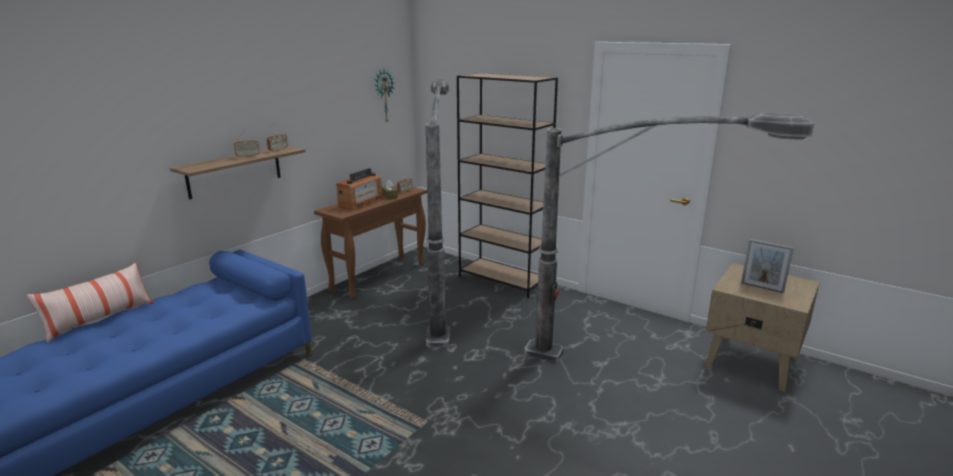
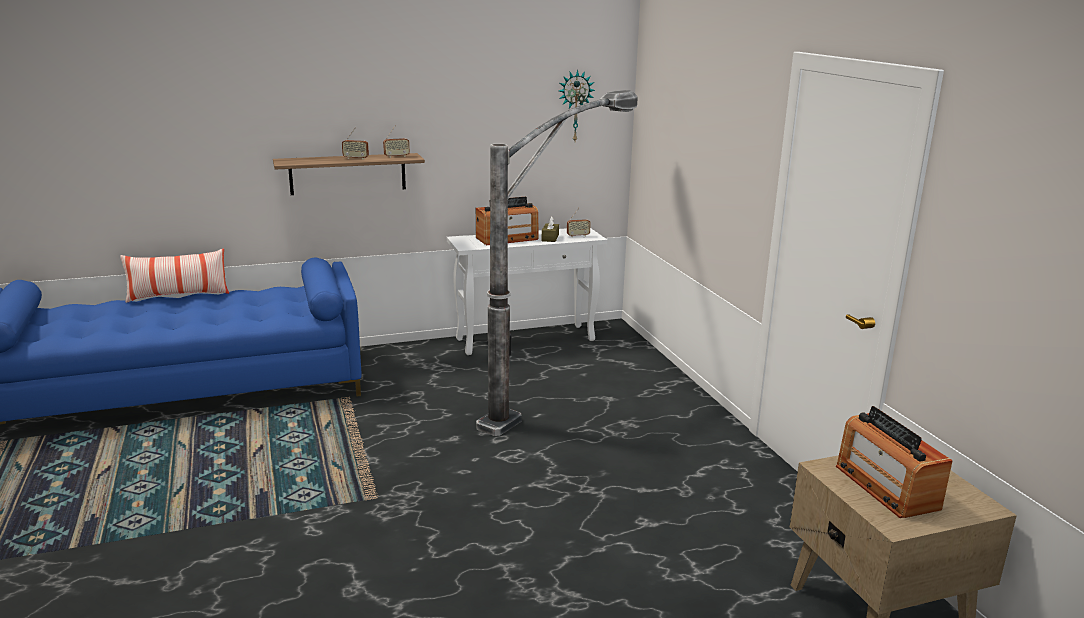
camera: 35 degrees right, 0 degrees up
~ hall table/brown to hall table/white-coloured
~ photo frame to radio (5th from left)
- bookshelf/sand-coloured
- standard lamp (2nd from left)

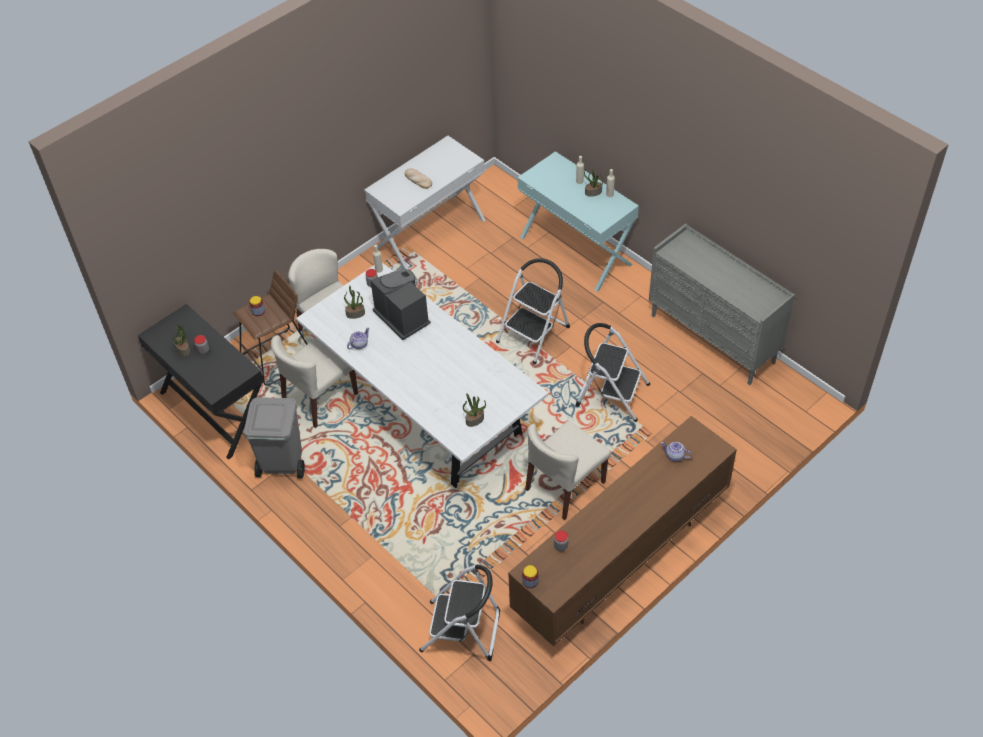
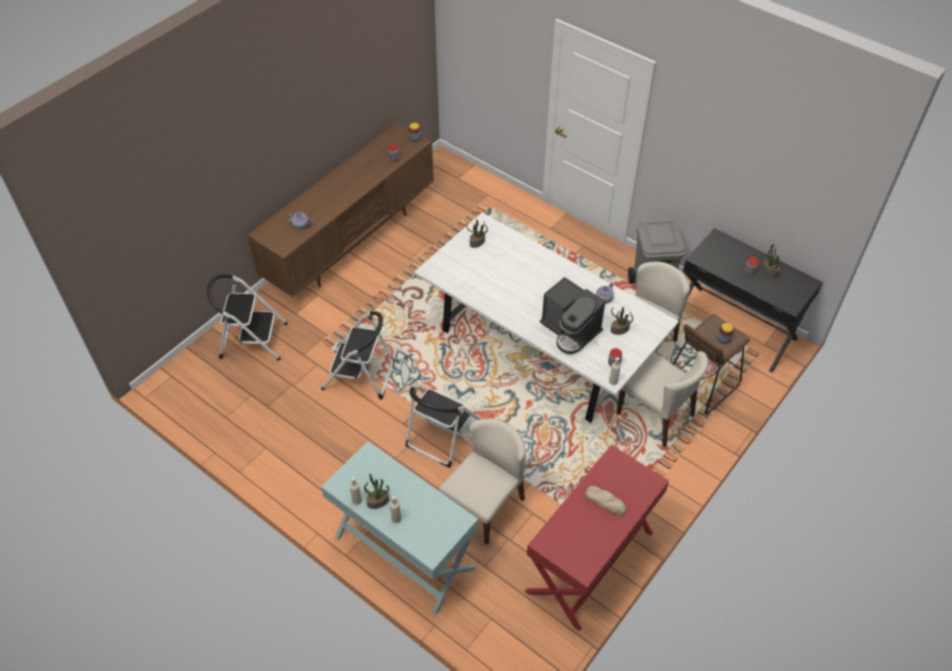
camera: 170 degrees right, 0 degrees up
~ stepladder (1st from left)
~ plain chair/sand-coloured (3rd from left in the first image) to plain chair/sand-coloured (1st from left)
~ hall table/white-coloured to hall table/red-coloured
- drawer chest/grey

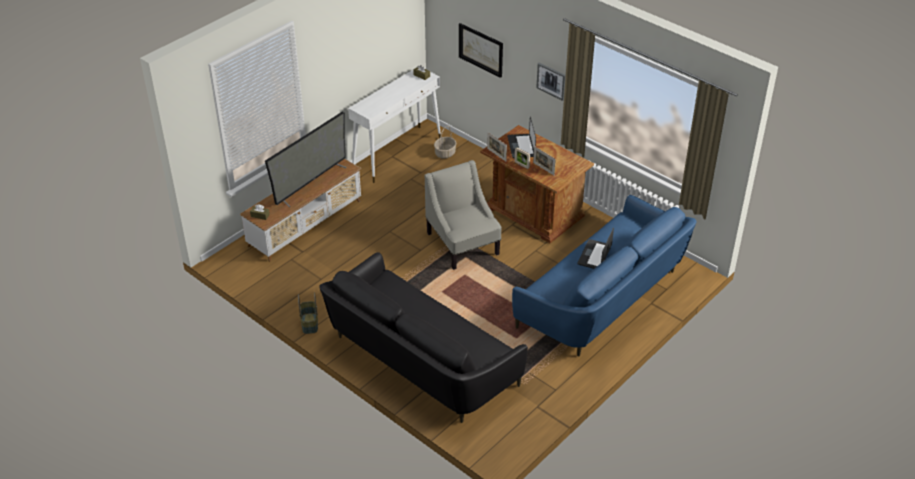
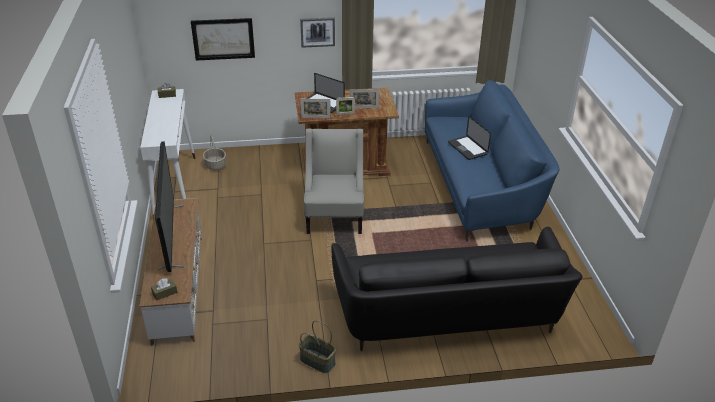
camera: 50 degrees left, 5 degrees down
~ lounge chair/grey 75 degrees clockwise

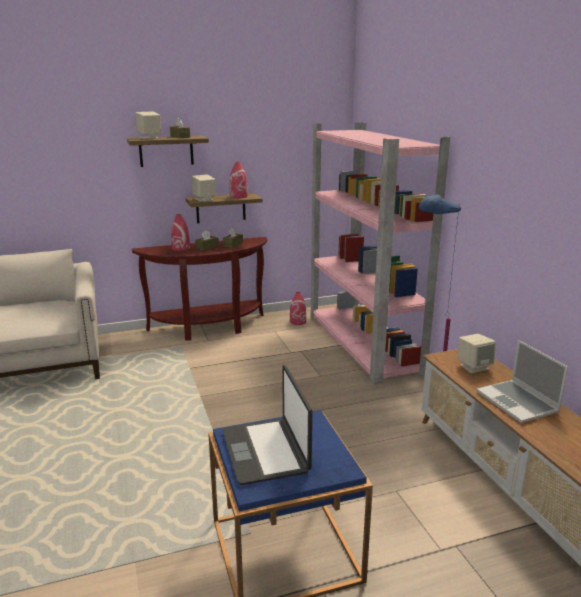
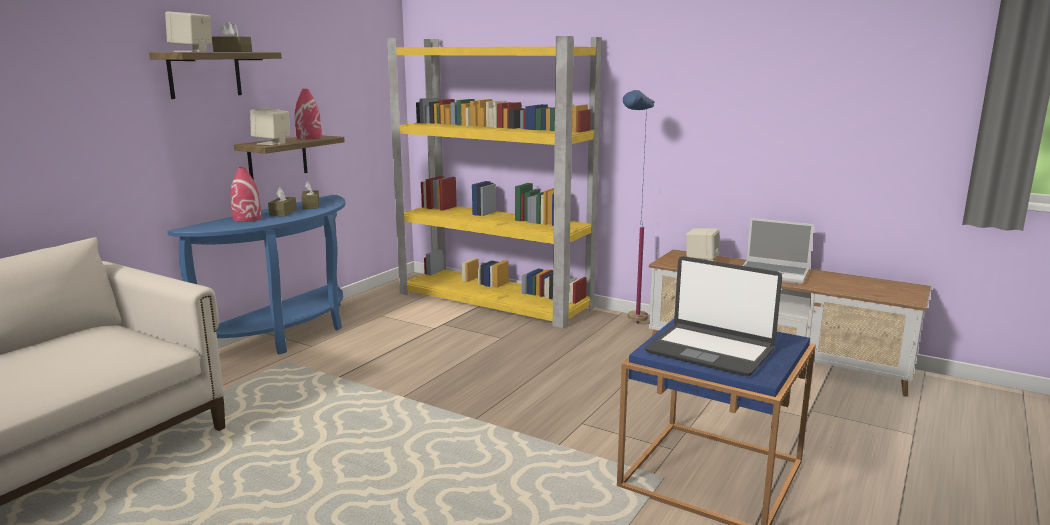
camera: 40 degrees left, 5 degrees down
~ hall table/brown to hall table/bluish
~ bookshelf/pinkish to bookshelf/yellowish
- decorative vase/red-coloured (3rd from left)

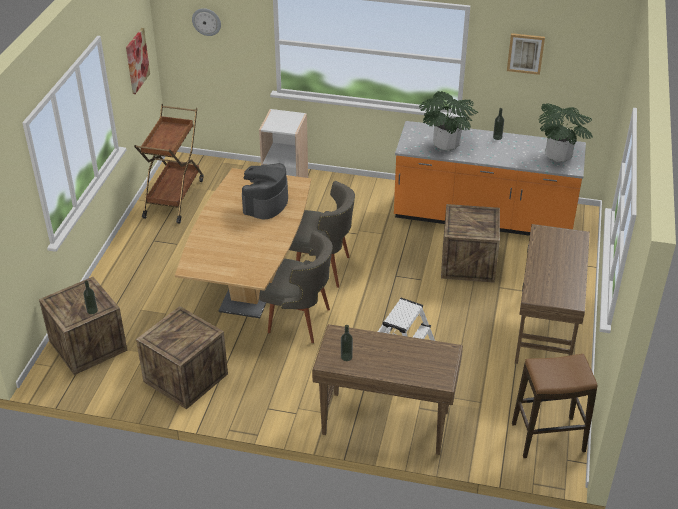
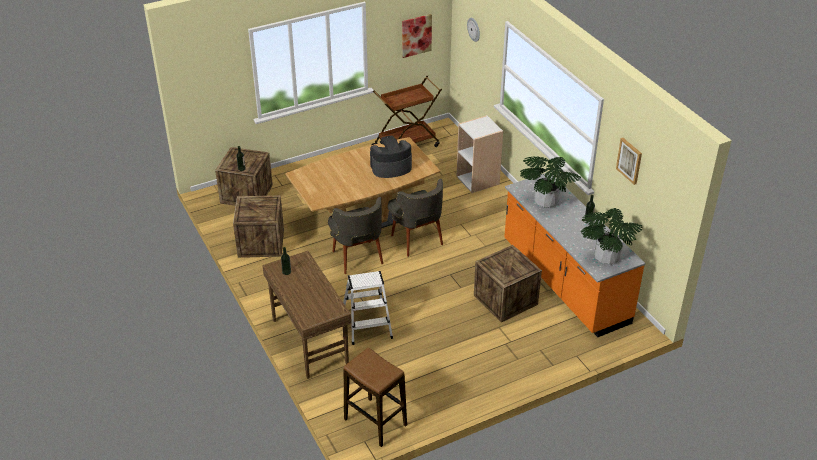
camera: 50 degrees right, 0 degrees up
- hall table/brown (2nd from left)

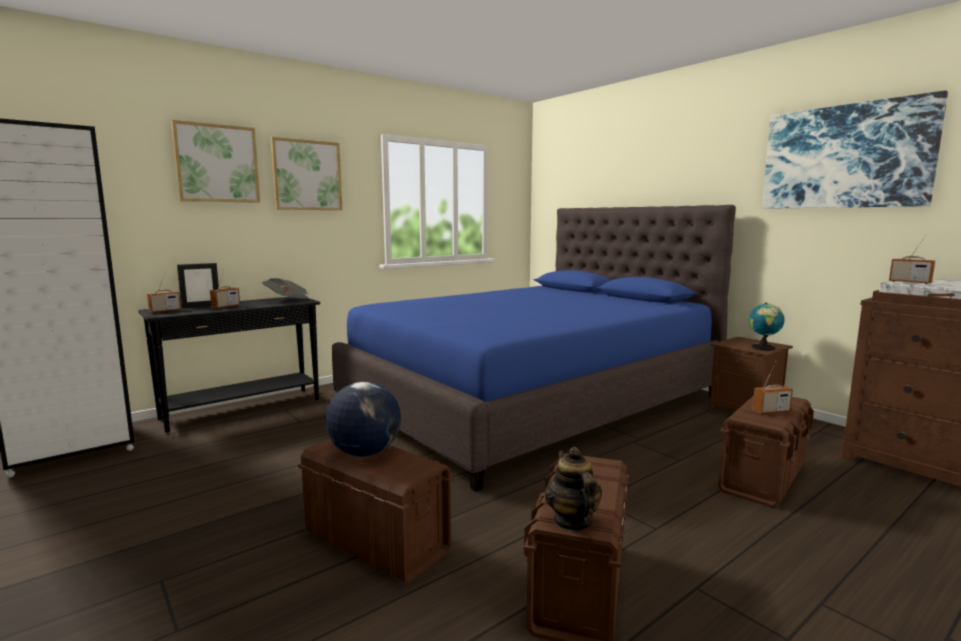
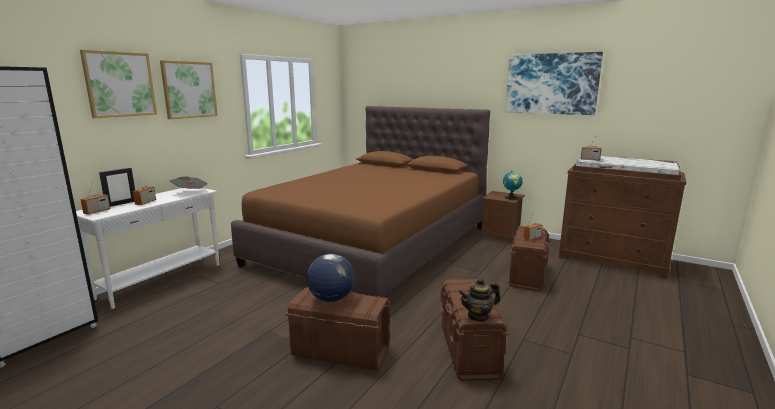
camera: 20 degrees left, 5 degrees up
~ hall table/black to hall table/white-coloured
~ bed/bluish to bed/brown
~ tea pot 75 degrees counterclockwise

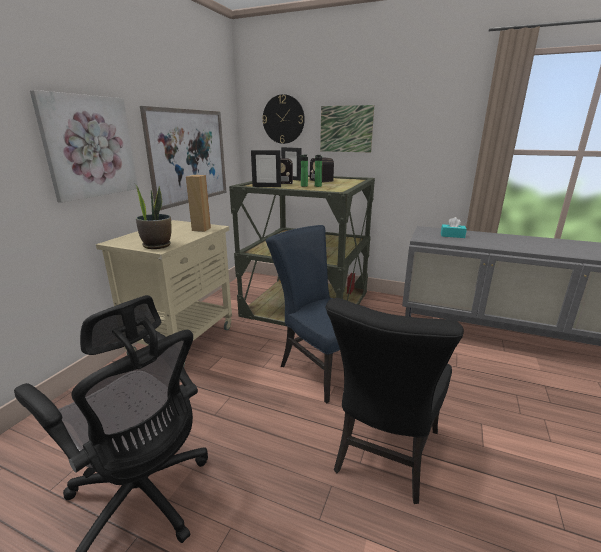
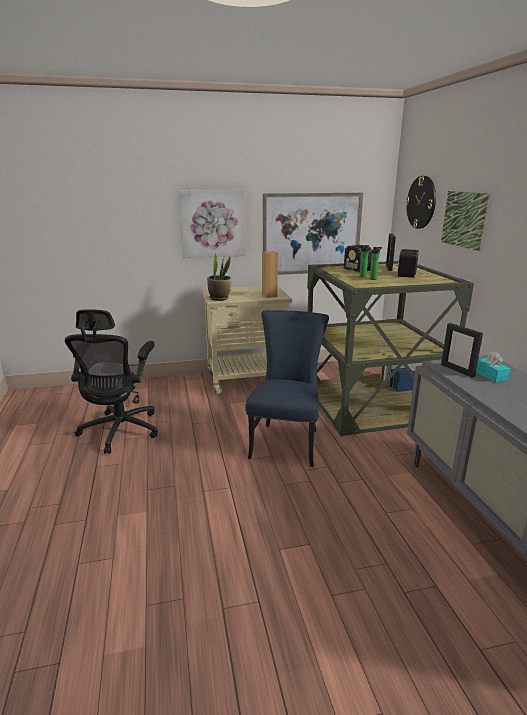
camera: 55 degrees right, 0 degrees up
~ photo frame (1st from left in the first image) to photo frame (2nd from left)
- plain chair/black

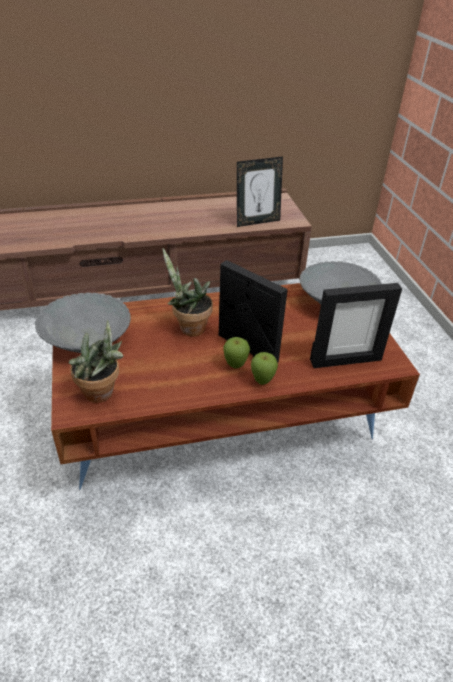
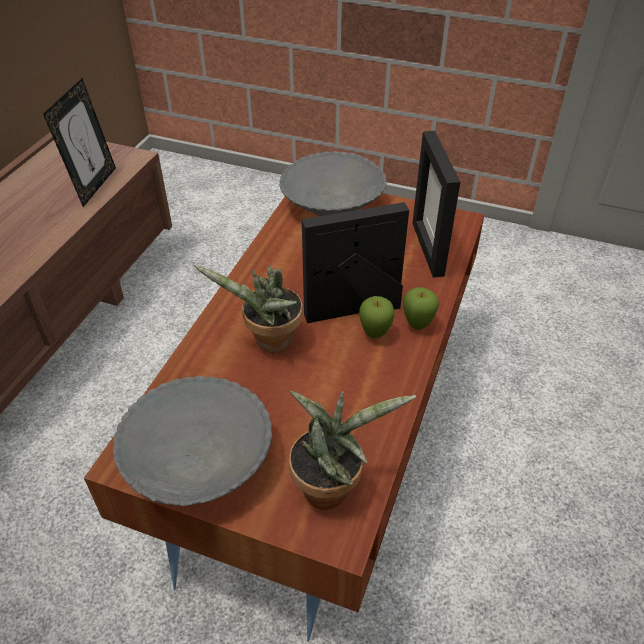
camera: 55 degrees left, 5 degrees up
~ photo frame (3rd from left) 150 degrees clockwise

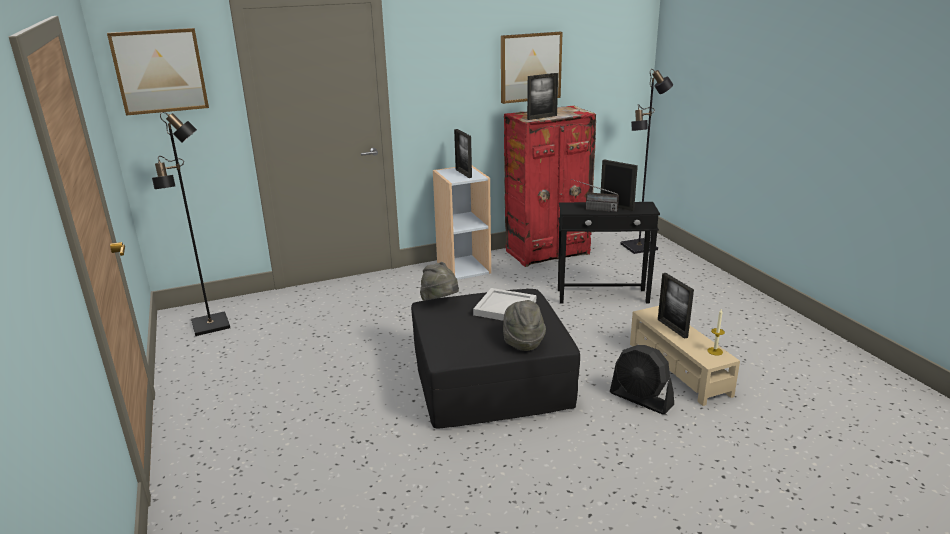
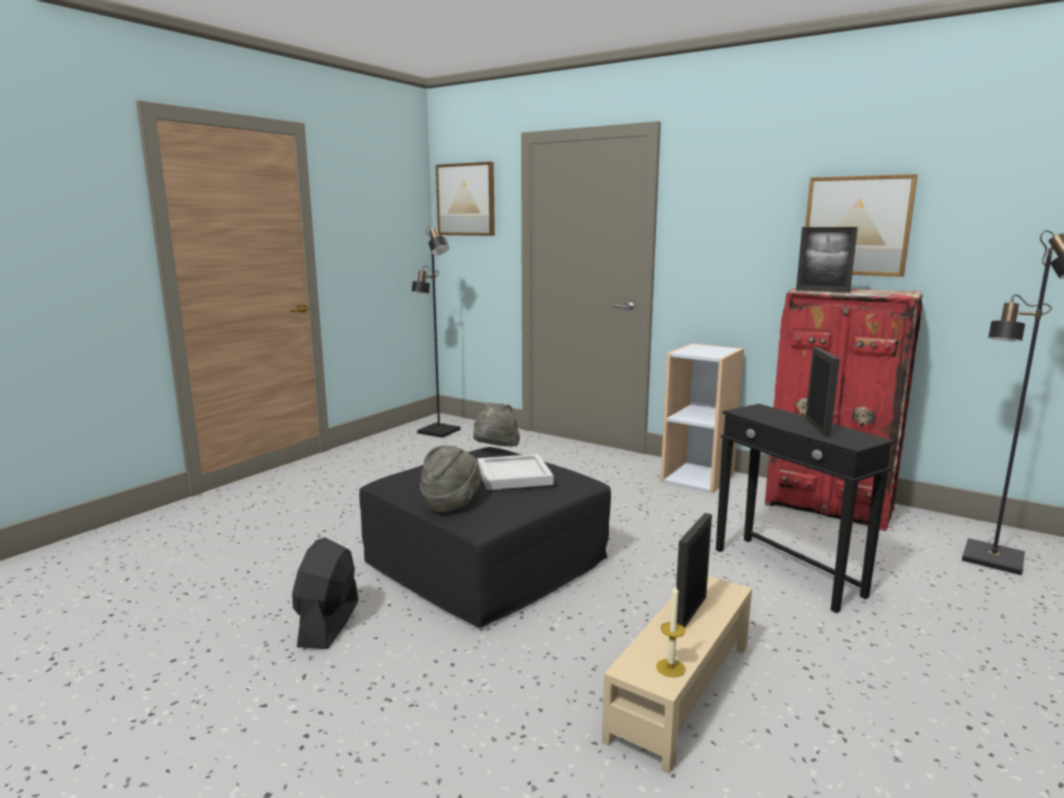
camera: 55 degrees right, 10 degrees down
~ electric fan/black
- photo frame (1st from left)
- radio

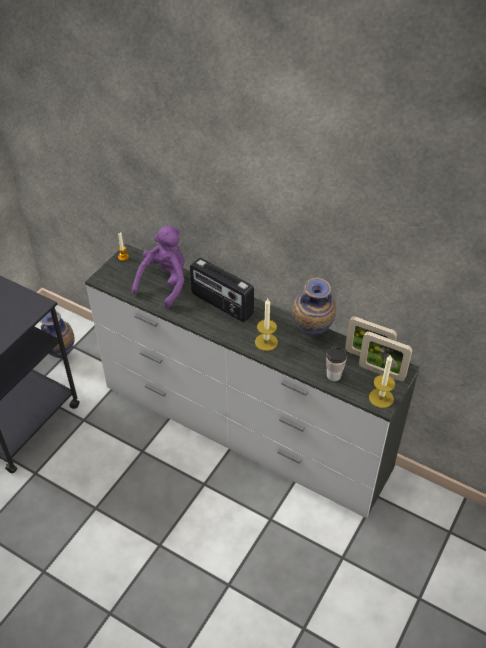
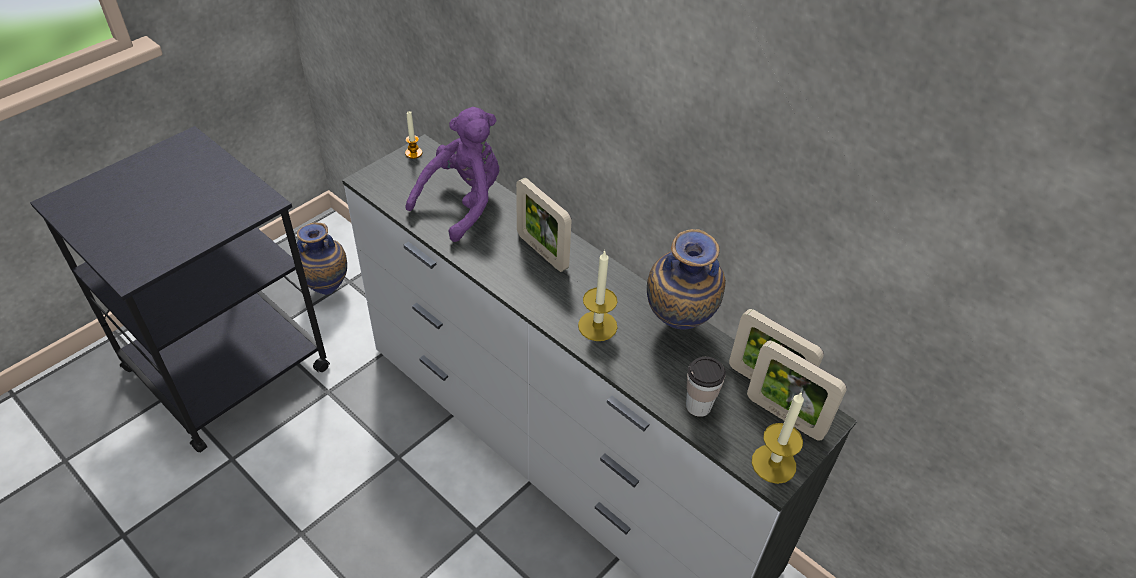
camera: 10 degrees right, 0 degrees up
~ radio to photo frame (1st from left)

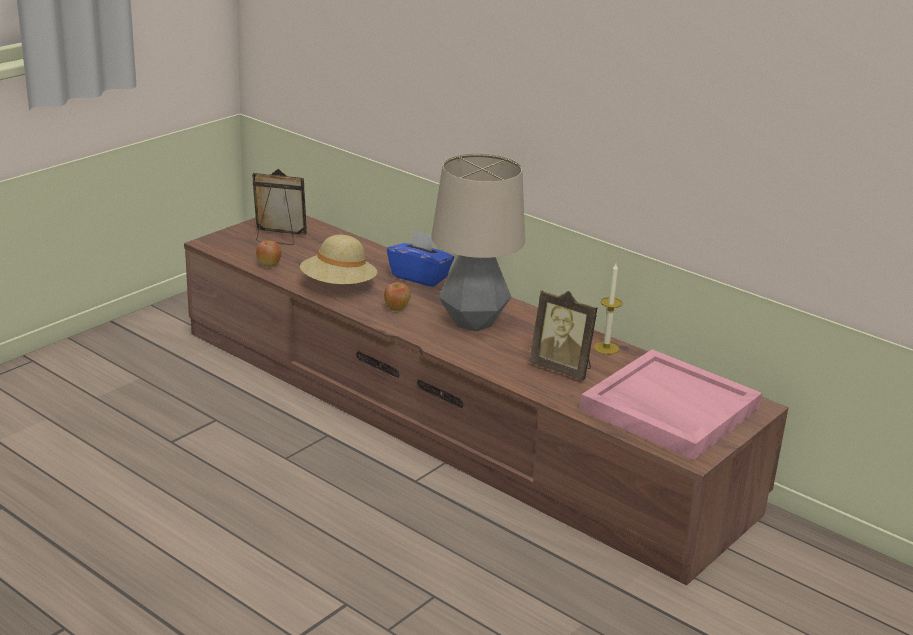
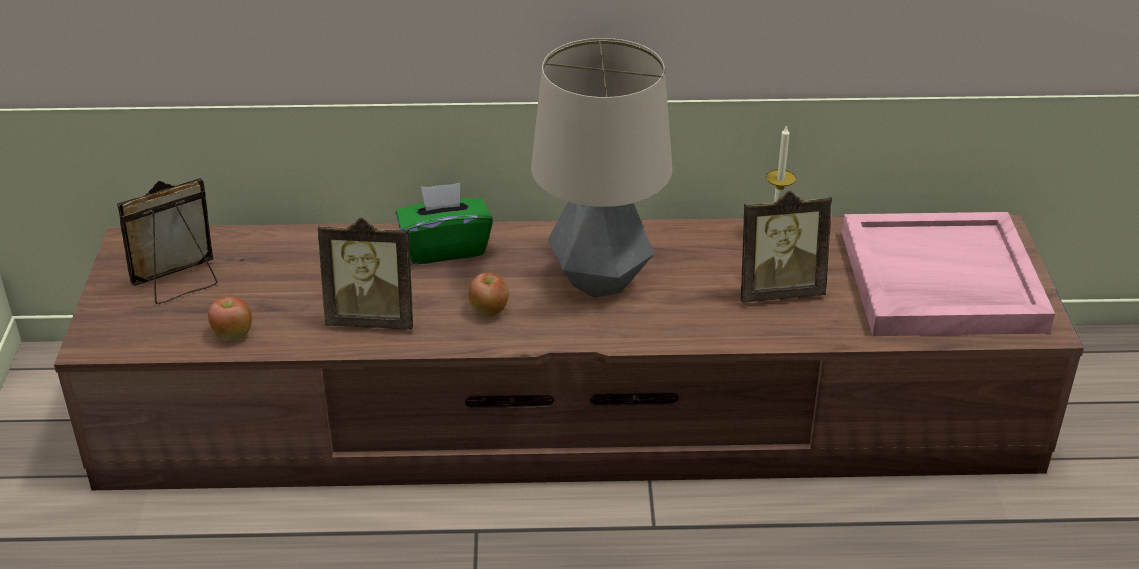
camera: 40 degrees left, 10 degrees up
~ clothing hat/sand-coloured to photo frame (2nd from left)
~ box of tissues/bluish to box of tissues/green

